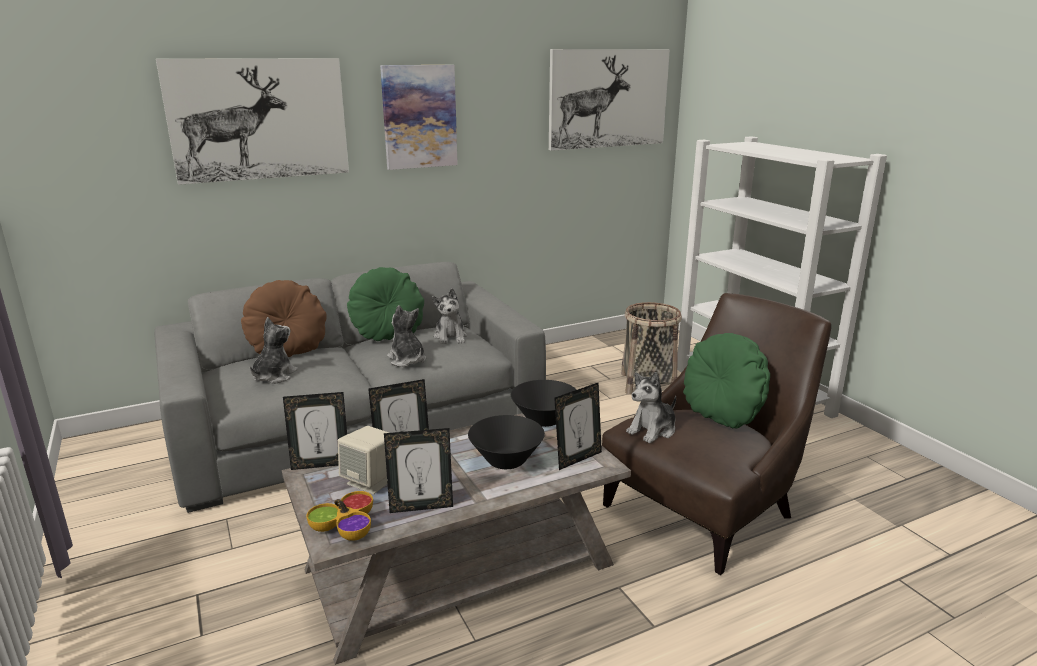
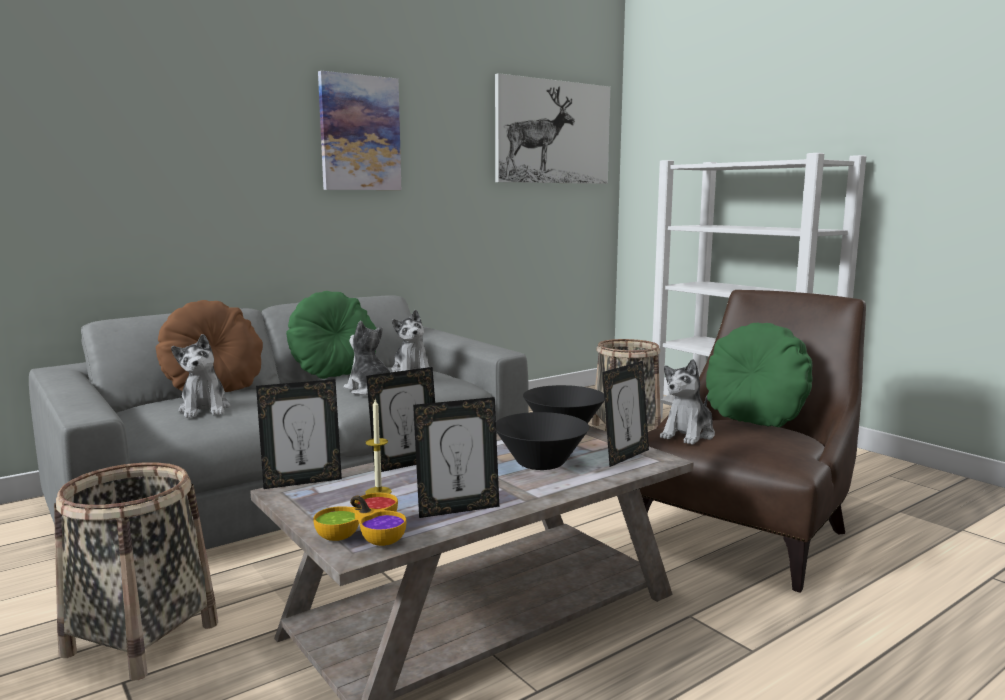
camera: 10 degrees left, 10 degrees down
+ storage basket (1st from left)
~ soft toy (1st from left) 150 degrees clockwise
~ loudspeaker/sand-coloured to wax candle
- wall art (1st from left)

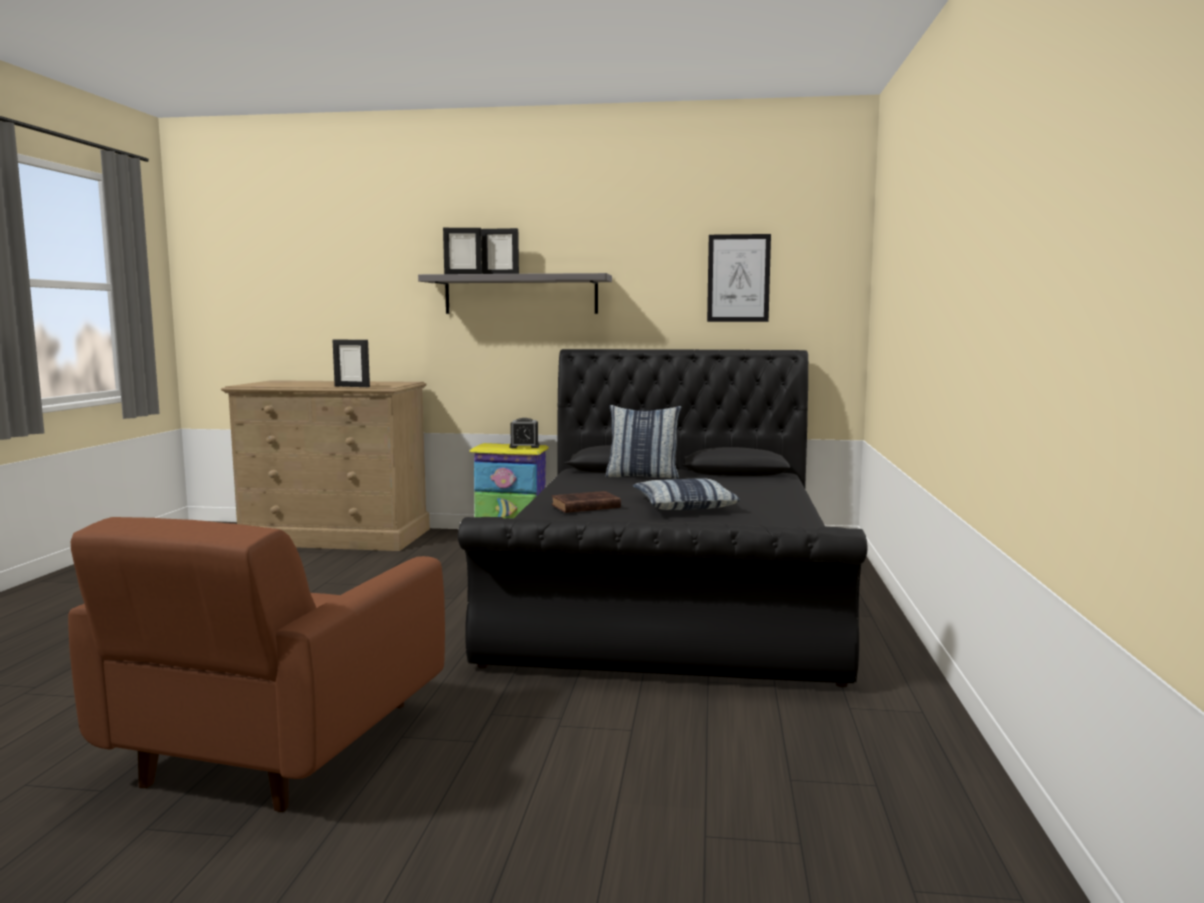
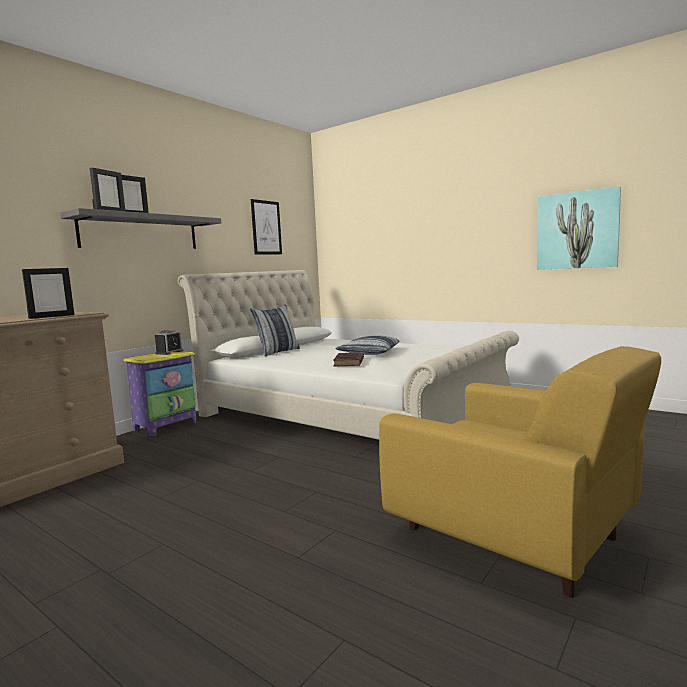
camera: 60 degrees left, 0 degrees up
~ bed/black to bed/sand-coloured
~ lounge chair/brown to lounge chair/yellowish
+ wall art (2nd from left)

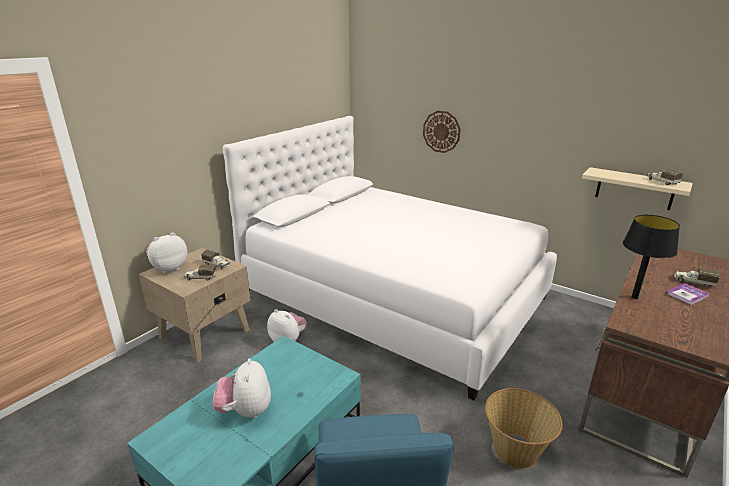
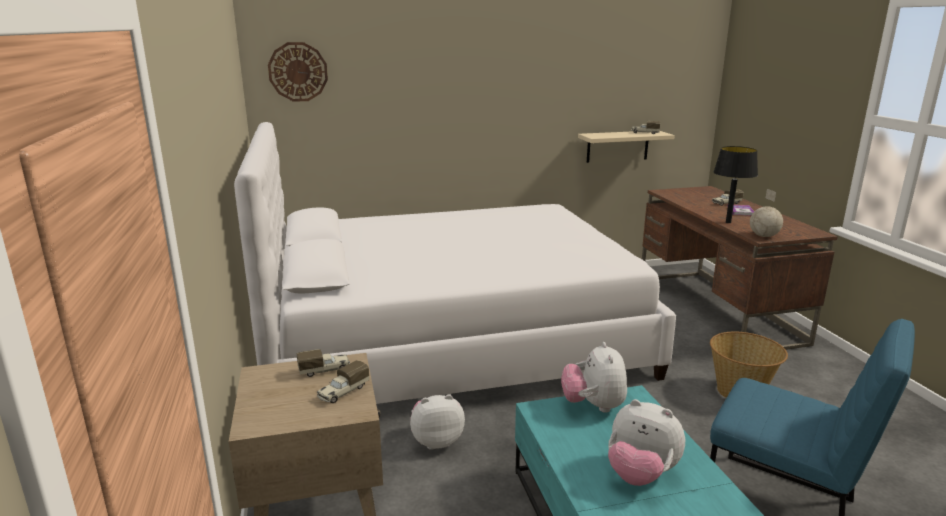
camera: 50 degrees left, 5 degrees down
~ wall clock
~ soft toy (1st from left in the first image) to soft toy (2nd from left)
+ desk globe

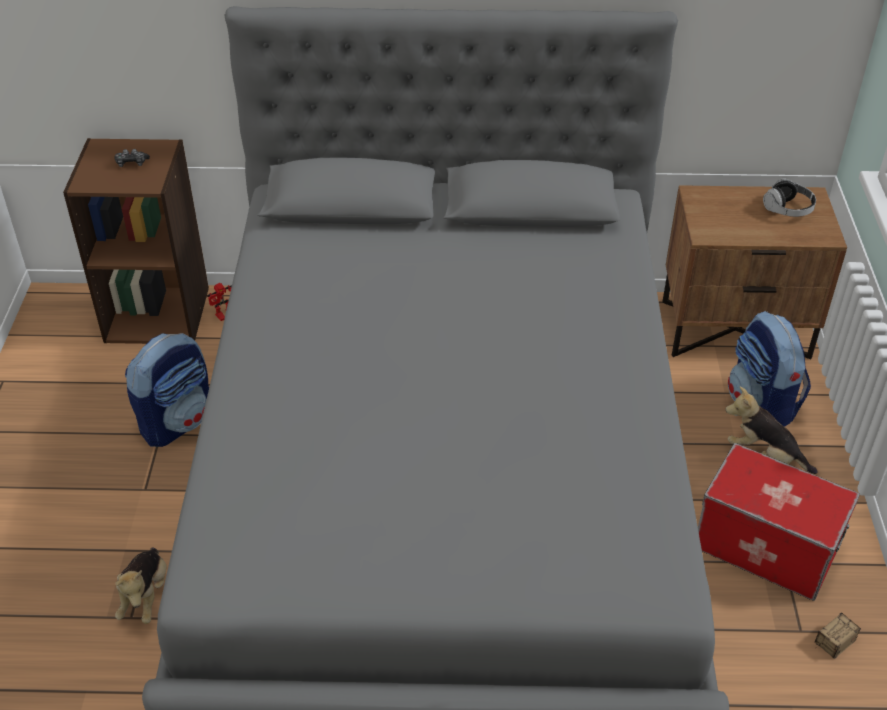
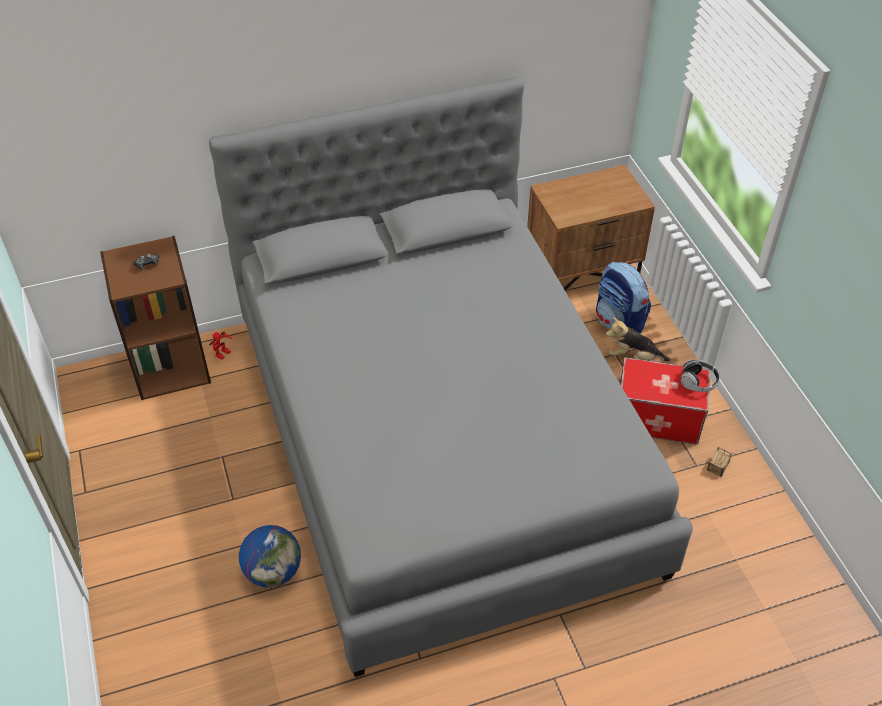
camera: 20 degrees left, 5 degrees up
~ soft toy (1st from left) to desk globe
~ headset
- rucksack (1st from left)

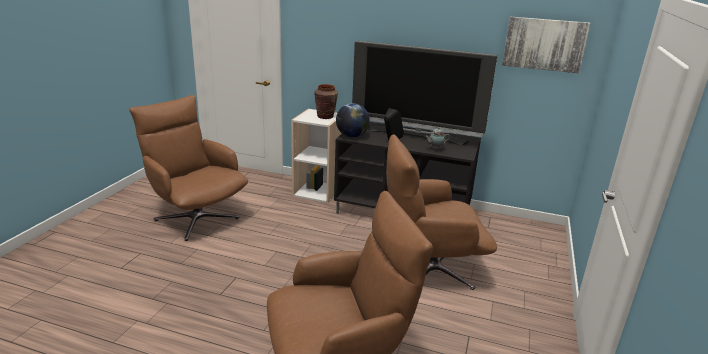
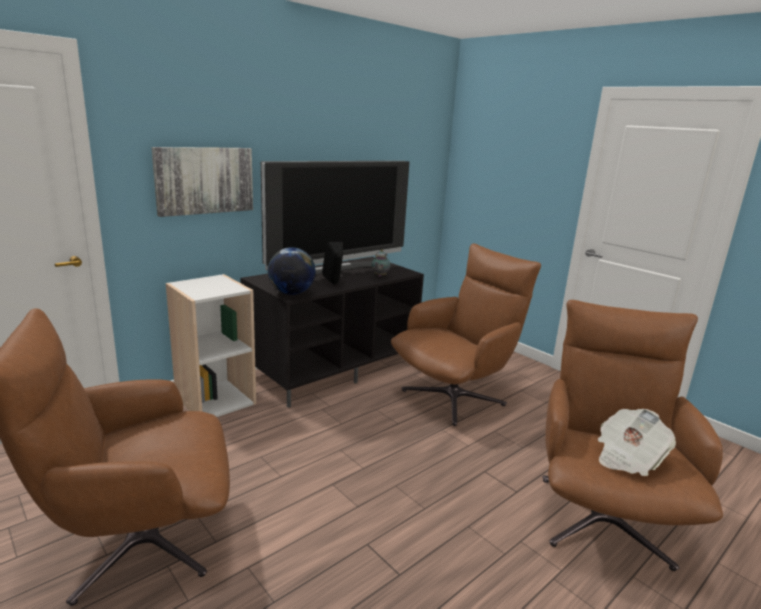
camera: 60 degrees left, 5 degrees down
~ wall art
~ lounge chair/brown (3rd from left in the first image) 150 degrees counterclockwise
+ daily paper
- decorative vase/brown

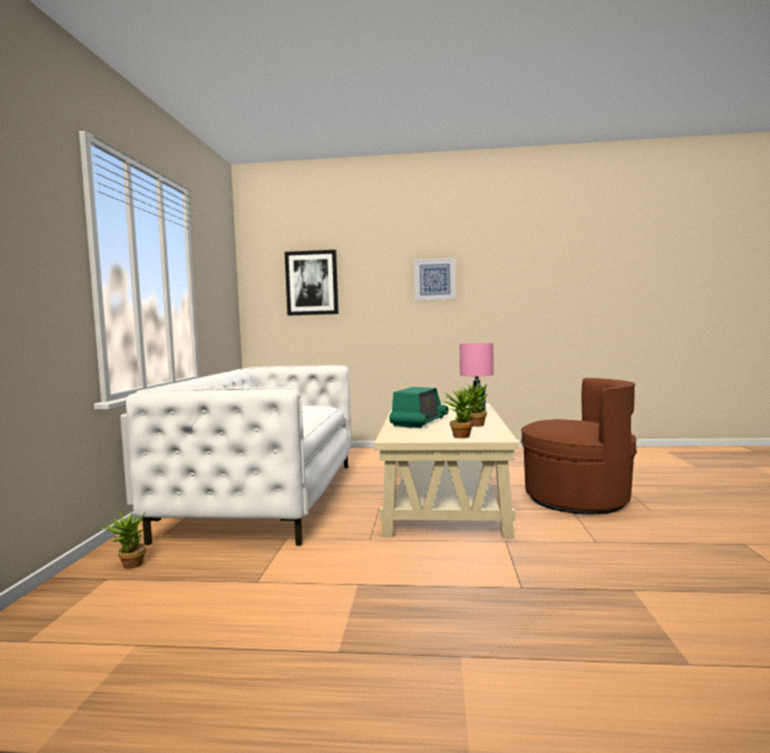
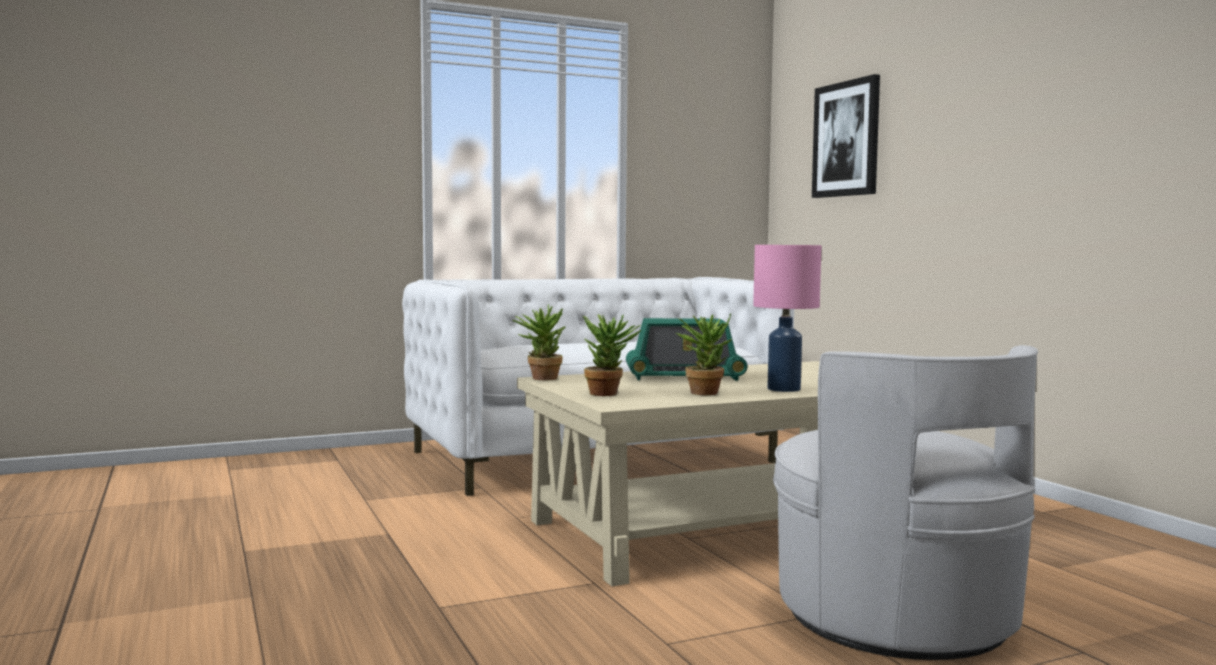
camera: 60 degrees right, 0 degrees up
~ plant in a pot (1st from left)
~ lounge chair/brown to lounge chair/white-coloured
- wall art (2nd from left)

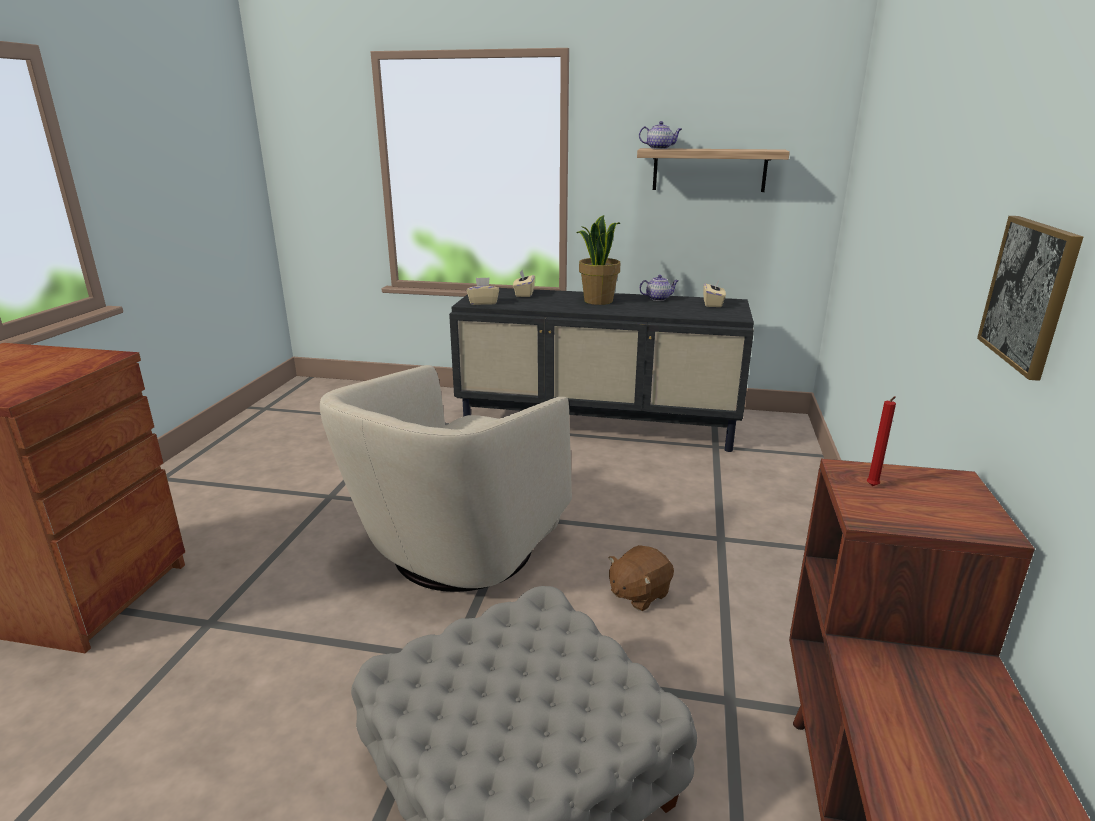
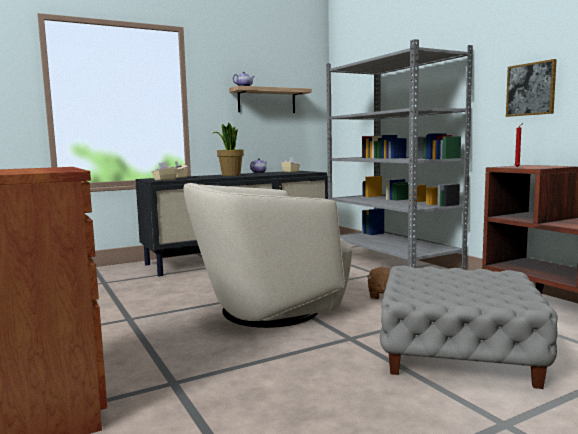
camera: 40 degrees left, 15 degrees down
~ lounge chair/sand-coloured 75 degrees clockwise
+ bookshelf/grey

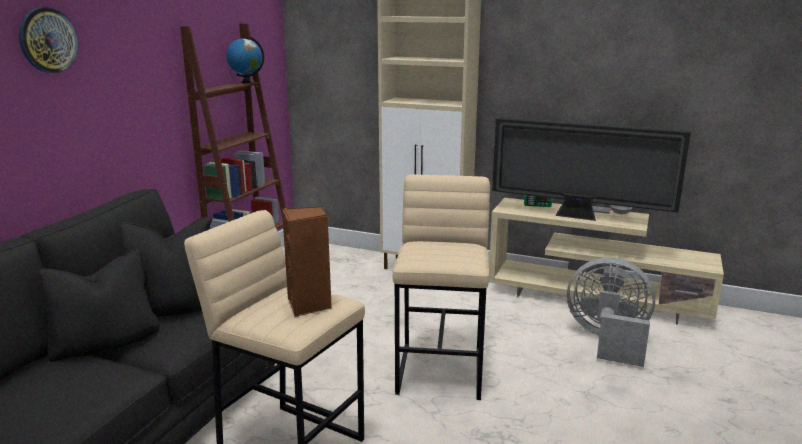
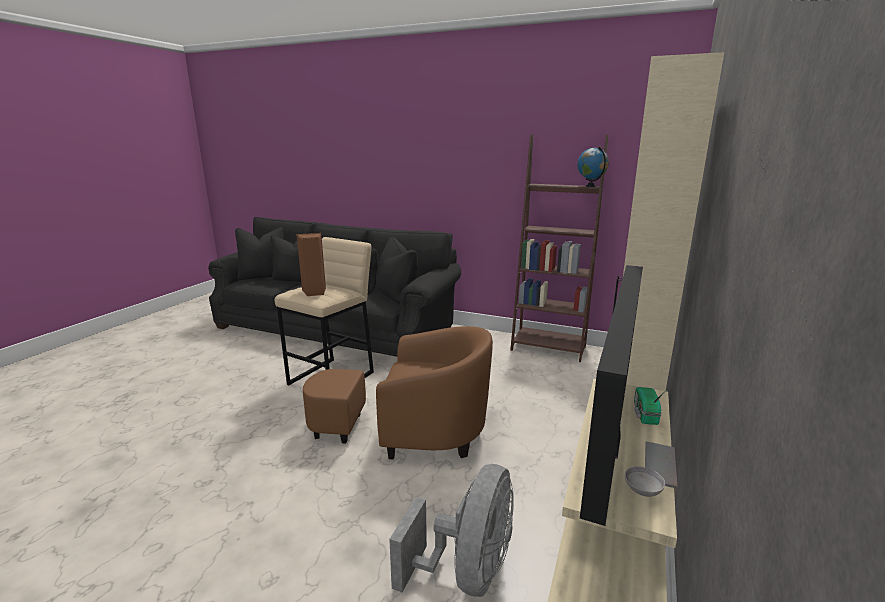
camera: 90 degrees right, 0 degrees up
~ sitting stool/sand-coloured (2nd from left) to lounge chair/brown
- wall clock

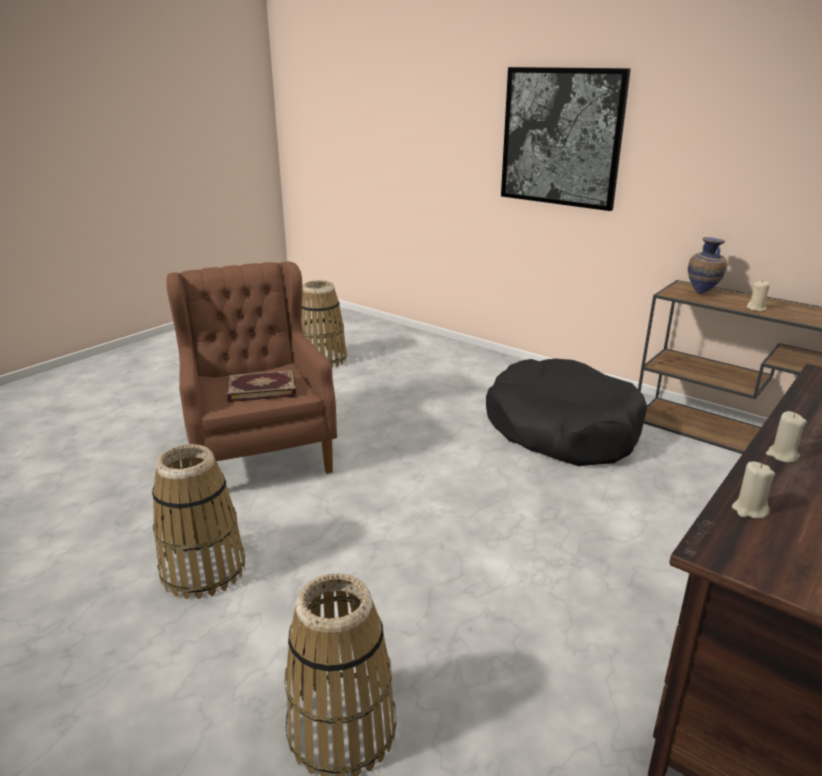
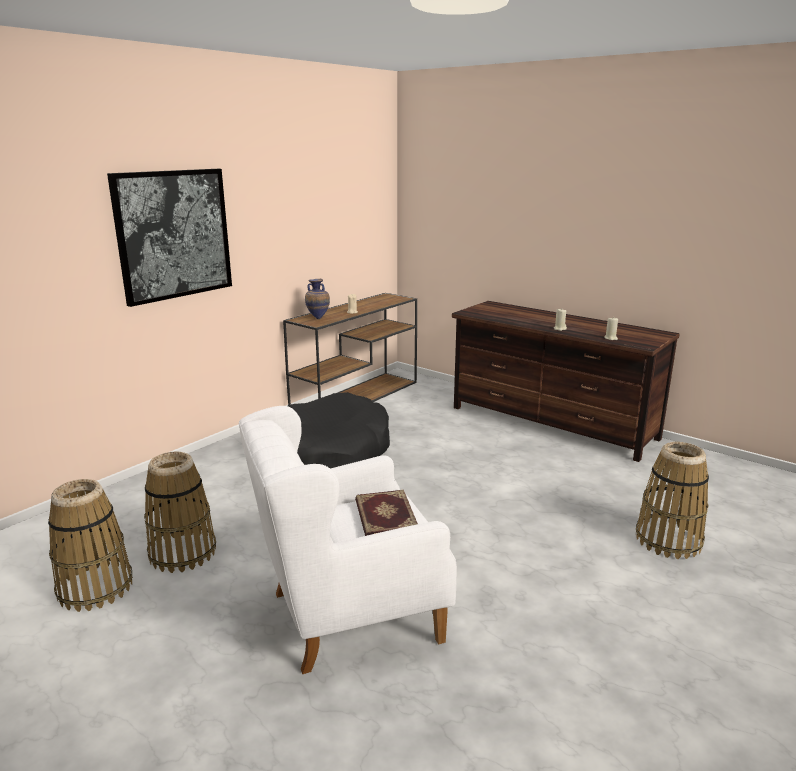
camera: 90 degrees left, 5 degrees down
~ storage basket (1st from left in the first image) to storage basket (2nd from left)
~ lounge chair/brown to lounge chair/white-coloured

